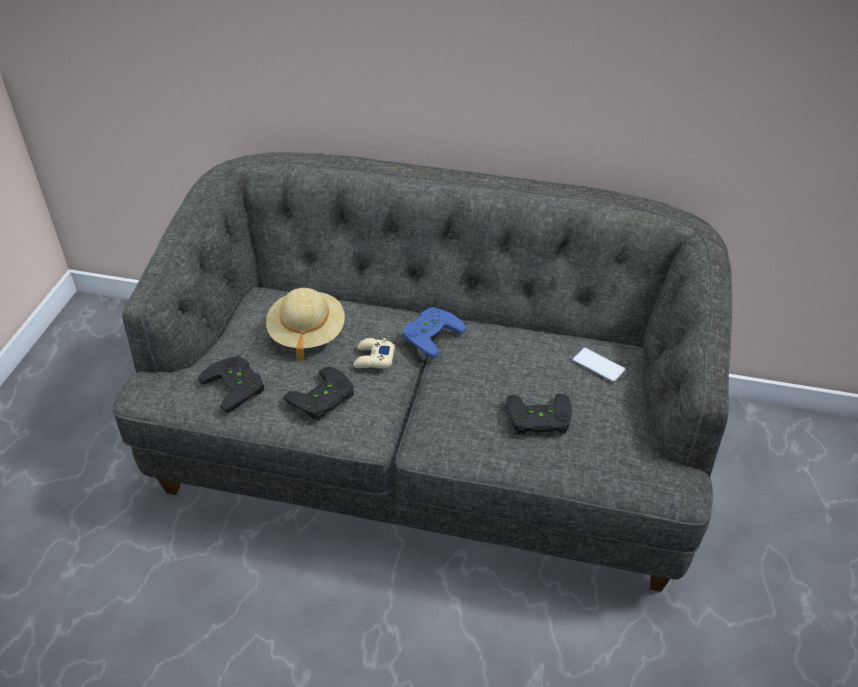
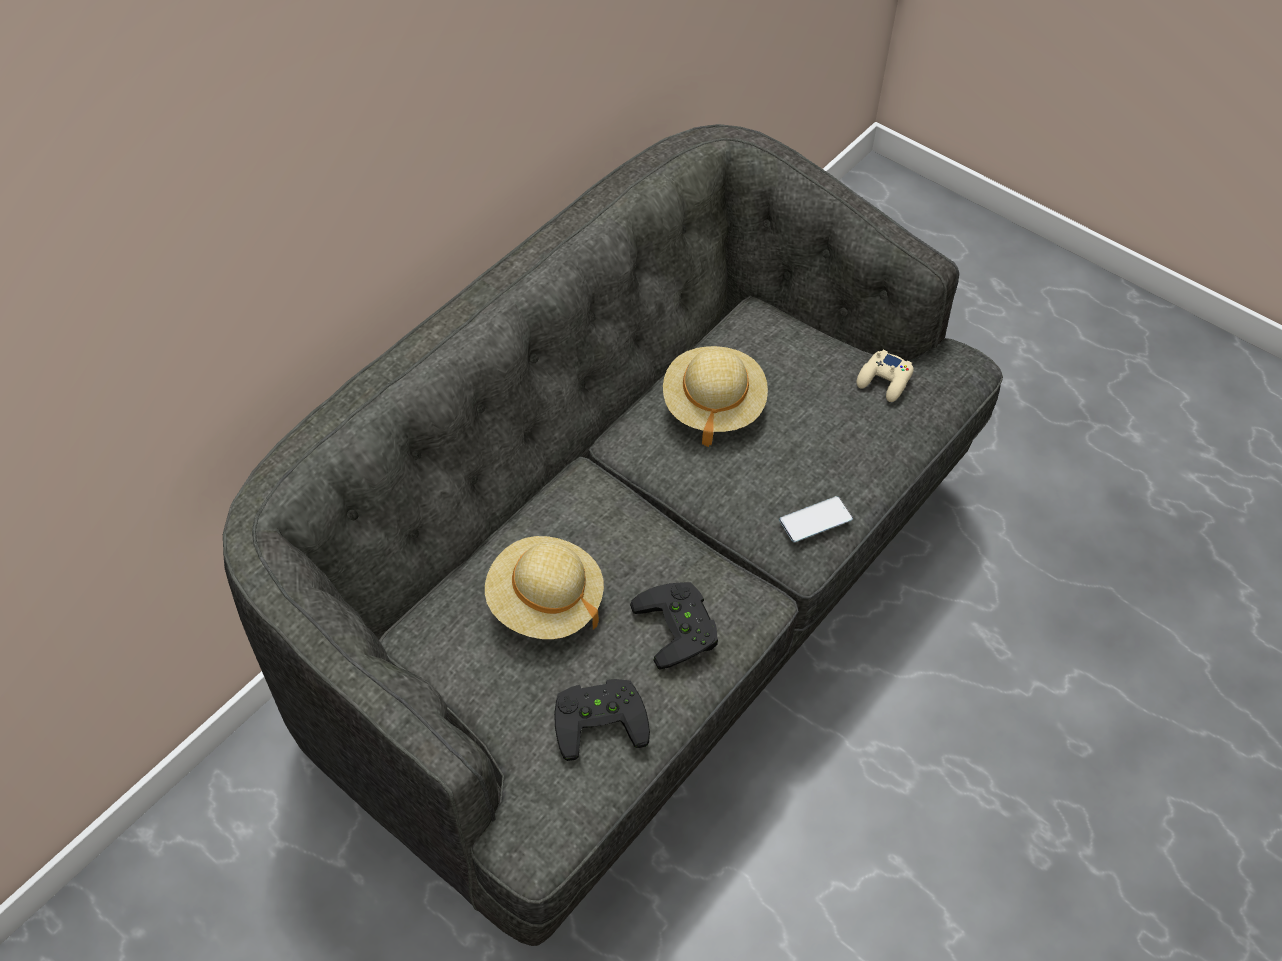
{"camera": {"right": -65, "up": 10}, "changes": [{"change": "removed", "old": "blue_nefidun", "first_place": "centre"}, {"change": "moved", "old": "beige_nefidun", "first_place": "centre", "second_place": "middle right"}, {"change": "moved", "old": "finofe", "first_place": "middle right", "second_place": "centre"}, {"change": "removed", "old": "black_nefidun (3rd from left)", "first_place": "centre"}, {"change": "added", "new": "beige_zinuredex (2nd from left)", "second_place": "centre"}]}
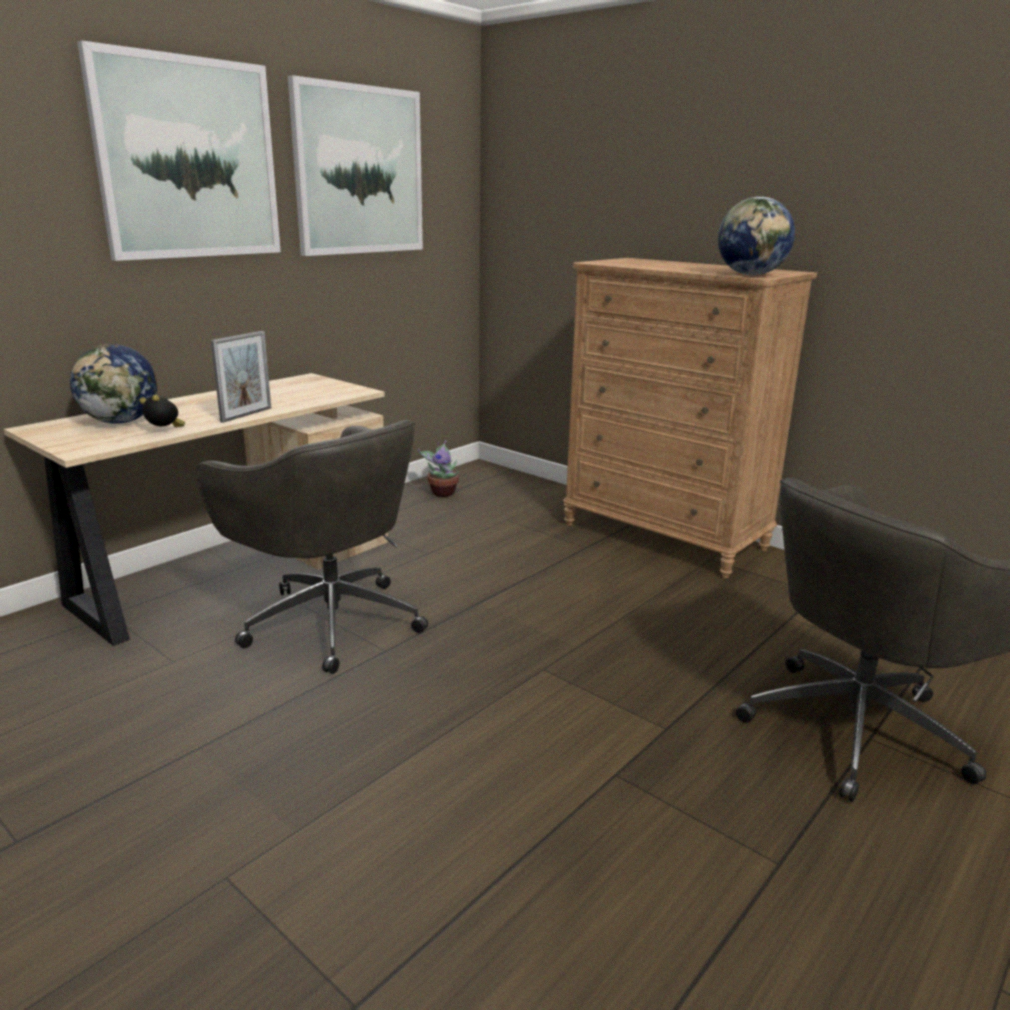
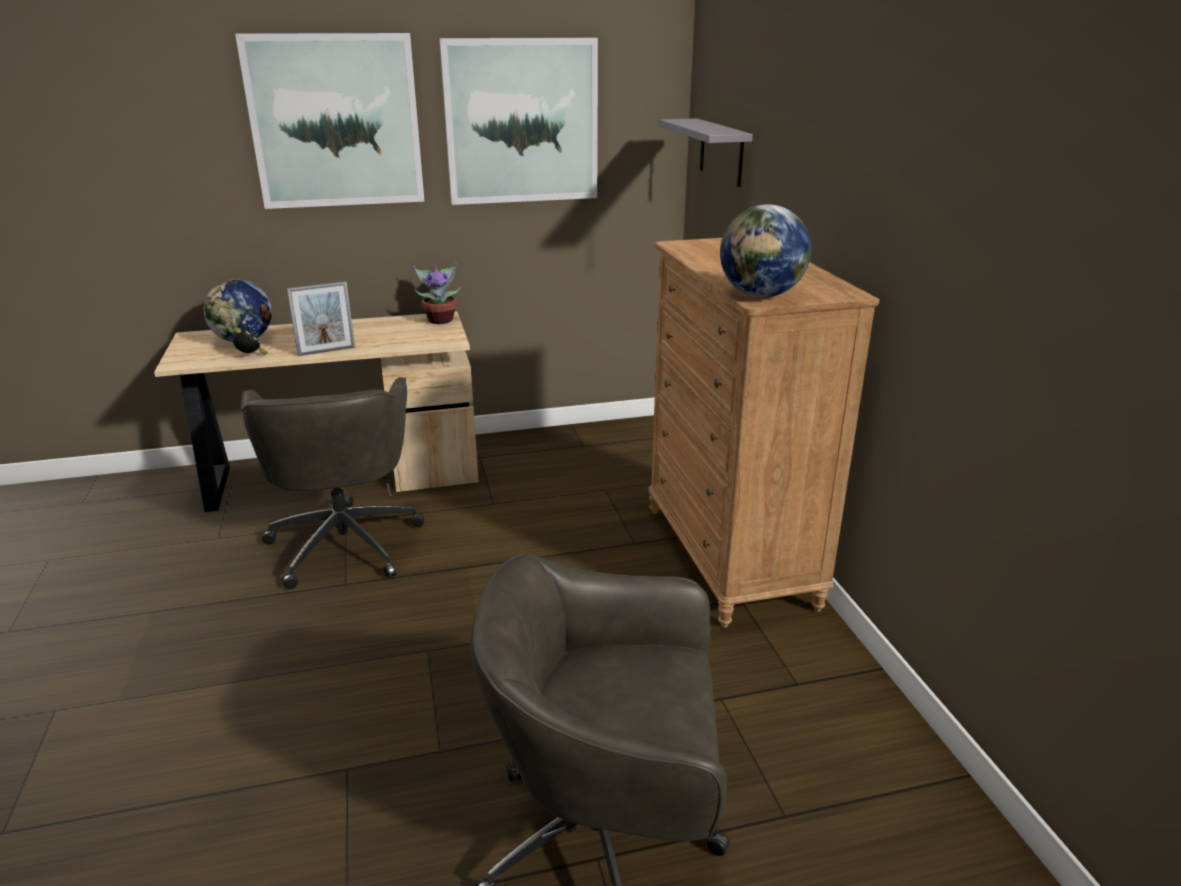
{"camera": {"right": 35, "up": 5}, "changes": [{"change": "moved", "old": "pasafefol", "first_place": "centre", "second_place": "top centre"}, {"change": "added", "new": "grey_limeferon", "second_place": "top centre"}]}
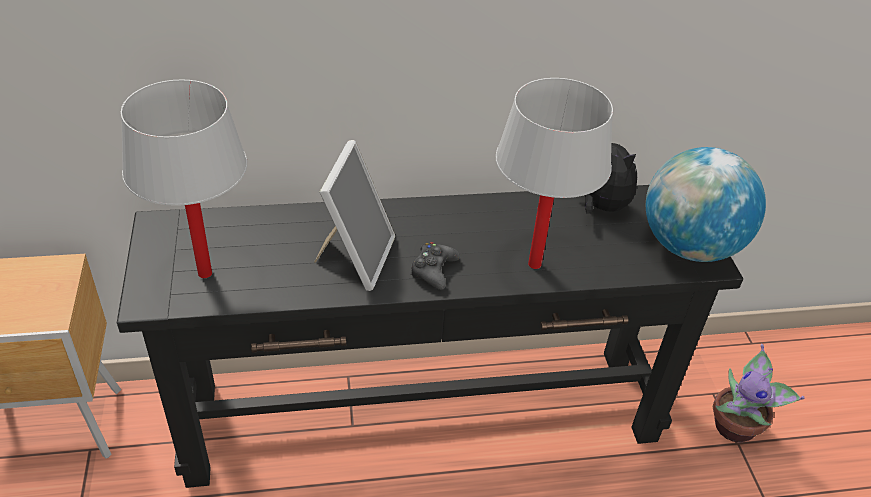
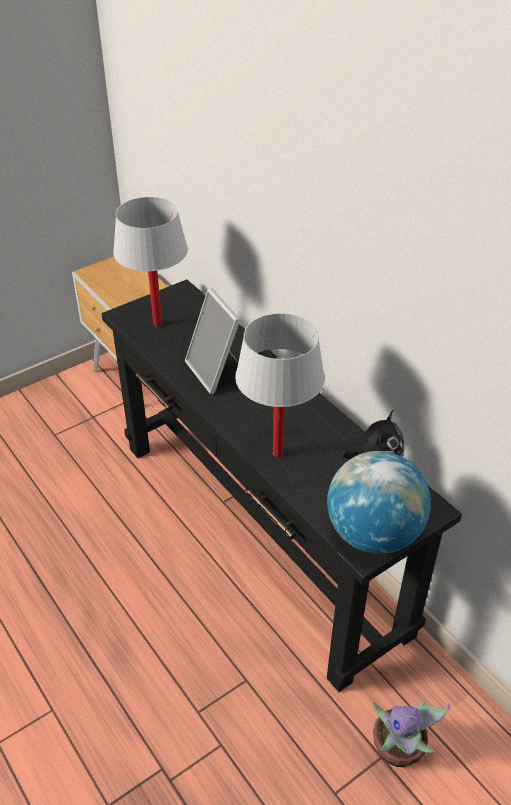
{"camera": {"right": 65, "up": 0}, "changes": [{"change": "turned", "old": "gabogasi", "first_place": "centre", "second_place": "centre", "degrees": 75}, {"change": "removed", "old": "black_nefidun", "first_place": "centre"}]}
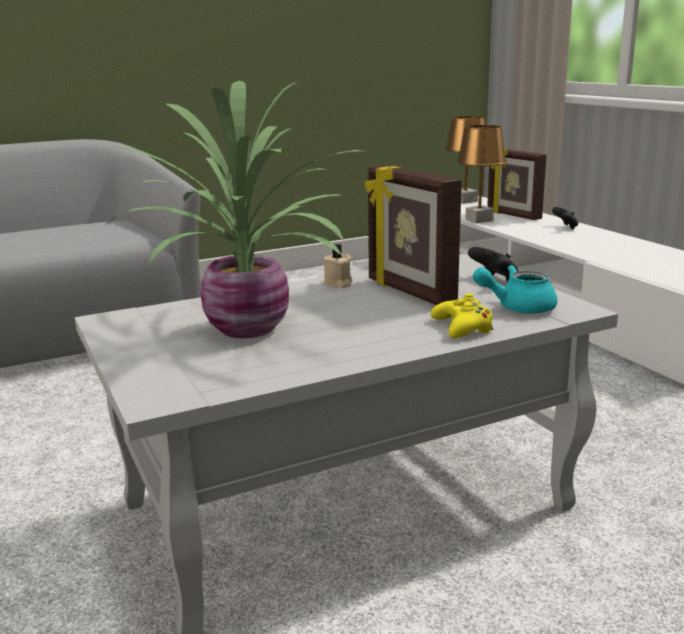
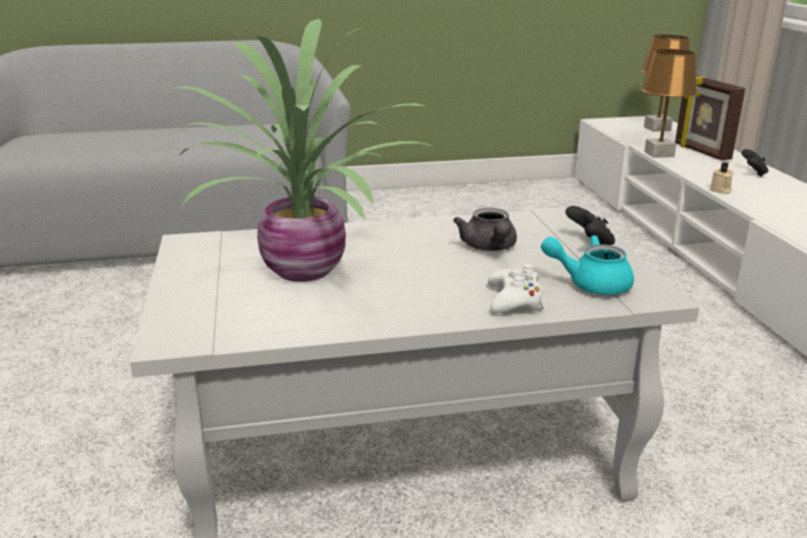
{"camera": {"right": 15, "up": 5}, "changes": [{"change": "replaced", "old": "gabogasi (1st from left)", "new": "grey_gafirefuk", "first_place": "centre", "second_place": "centre"}, {"change": "moved", "old": "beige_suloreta", "first_place": "centre", "second_place": "top right"}, {"change": "recoloured", "old": "yellow_nefidun", "new": "white_nefidun", "first_place": "middle right", "second_place": "centre"}]}
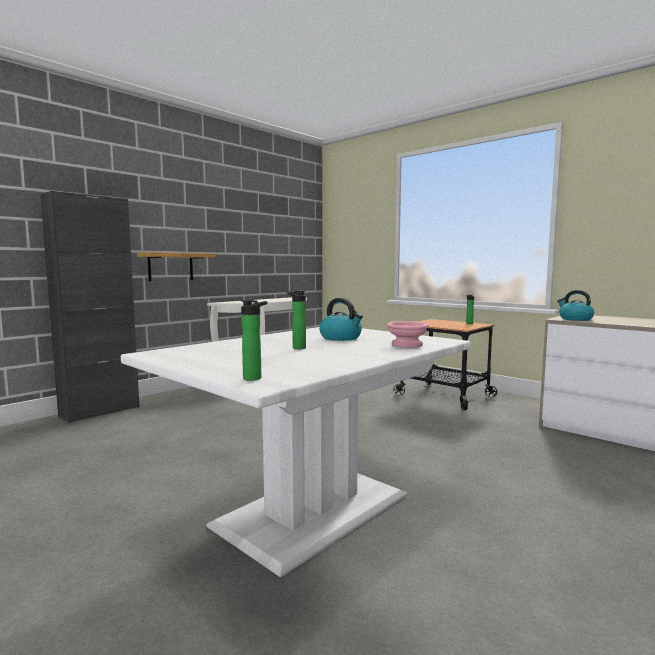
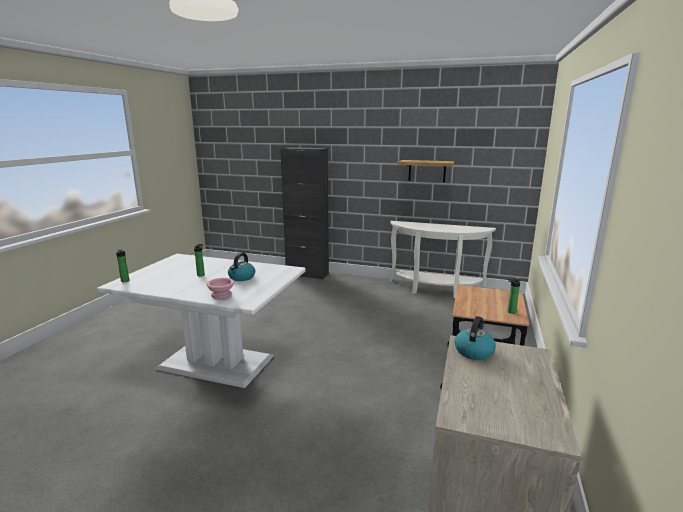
{"camera": {"right": 65, "up": 10}, "changes": [{"change": "moved", "old": "limeferon", "first_place": "middle left", "second_place": "centre"}]}
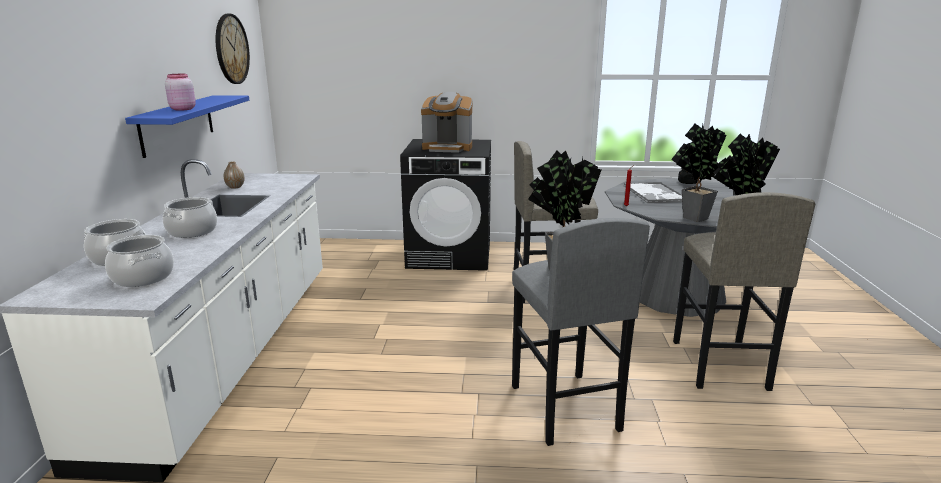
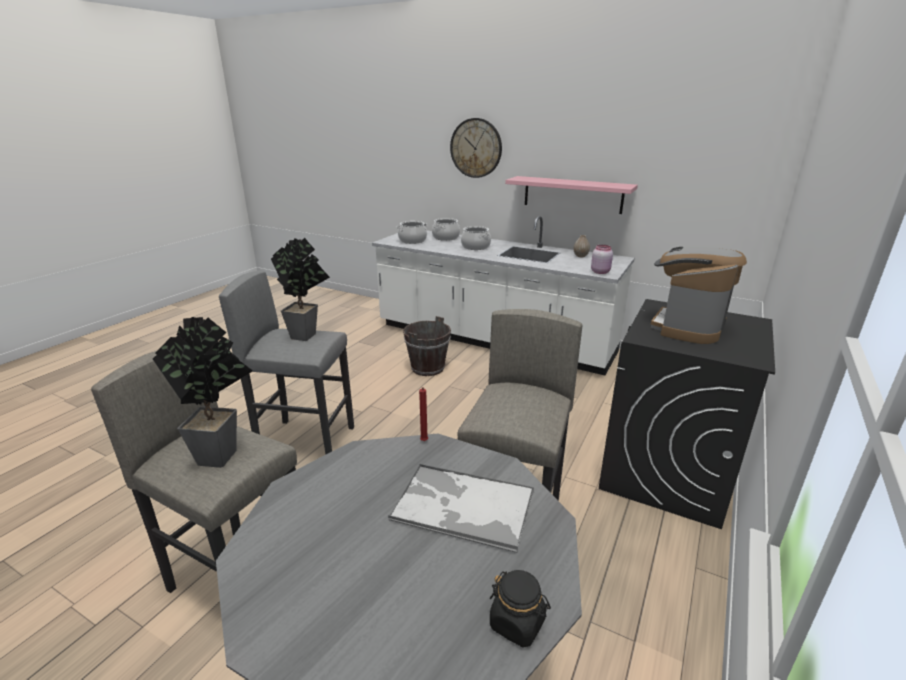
{"camera": {"right": 115, "up": 5}, "changes": [{"change": "moved", "old": "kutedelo", "first_place": "top left", "second_place": "top centre"}, {"change": "moved", "old": "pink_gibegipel", "first_place": "top left", "second_place": "centre"}, {"change": "recoloured", "old": "blue_limeferon", "new": "pink_limeferon", "first_place": "top left", "second_place": "top centre"}, {"change": "removed", "old": "pasafefol (2nd from left)", "first_place": "middle right"}, {"change": "added", "new": "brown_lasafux", "second_place": "centre"}]}
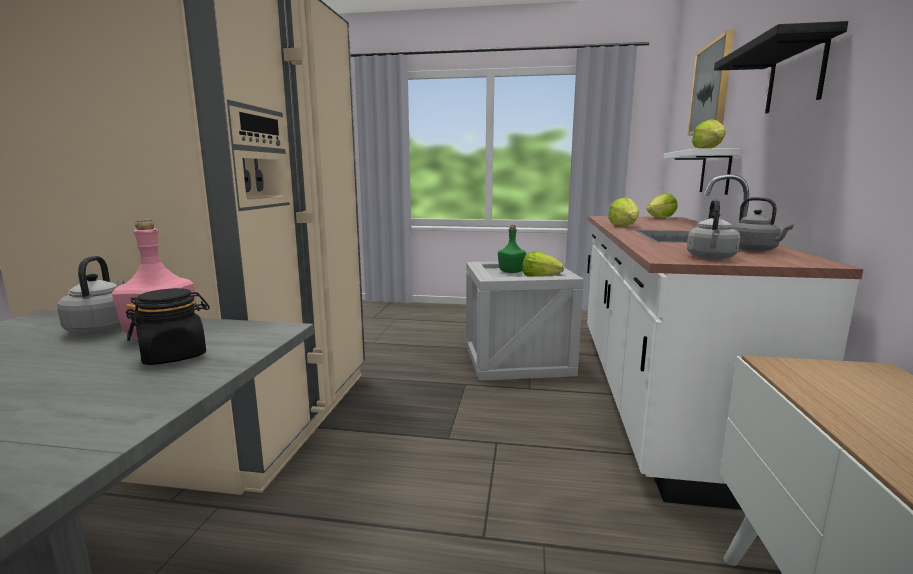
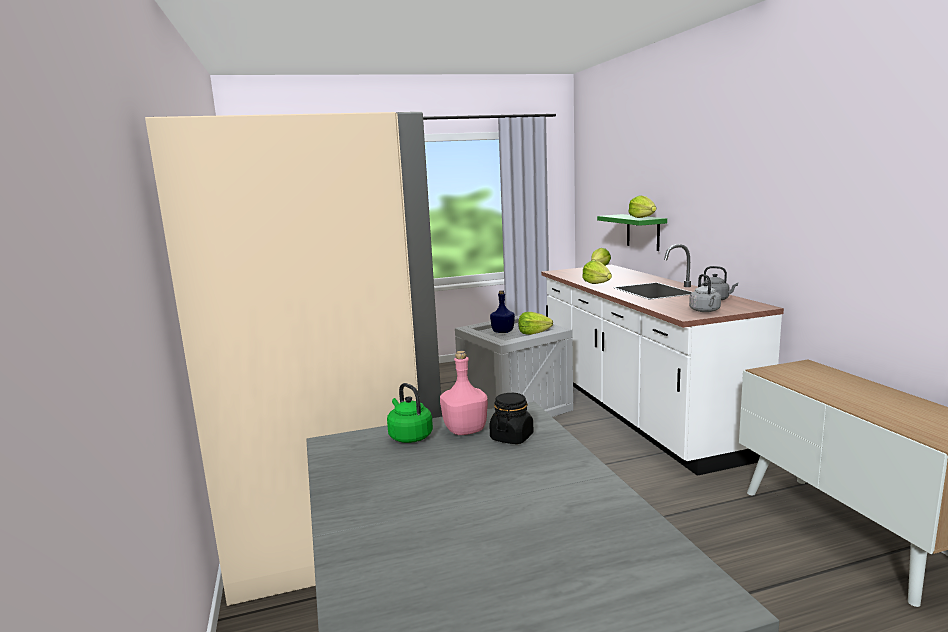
{"camera": {"right": -25, "up": 0}, "changes": [{"change": "removed", "old": "black_limeferon", "first_place": "top right"}, {"change": "removed", "old": "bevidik", "first_place": "top right"}, {"change": "recoloured", "old": "white_limeferon", "new": "green_limeferon", "first_place": "top right", "second_place": "middle right"}, {"change": "recoloured", "old": "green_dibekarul", "new": "blue_dibekarul", "first_place": "centre", "second_place": "centre"}, {"change": "recoloured", "old": "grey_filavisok (1st from left)", "new": "green_filavisok", "first_place": "middle left", "second_place": "centre"}]}
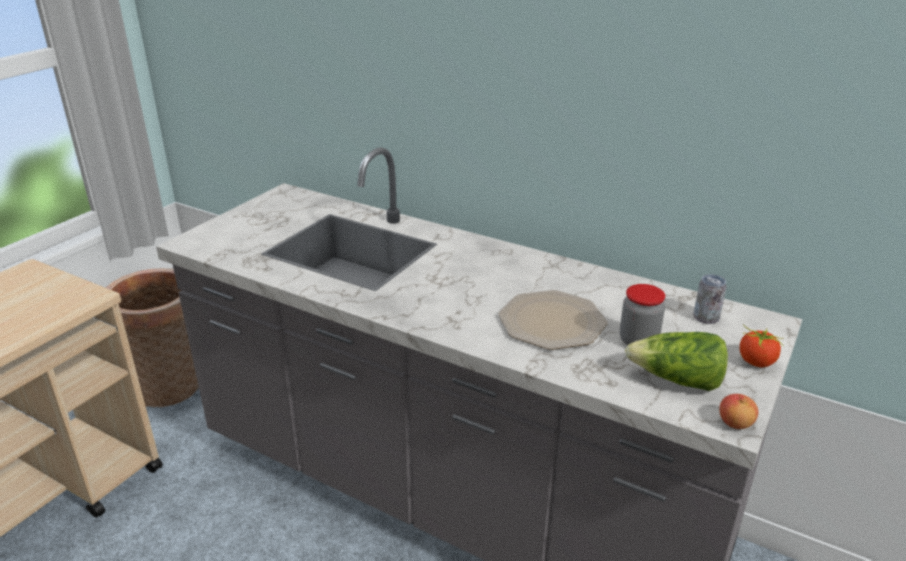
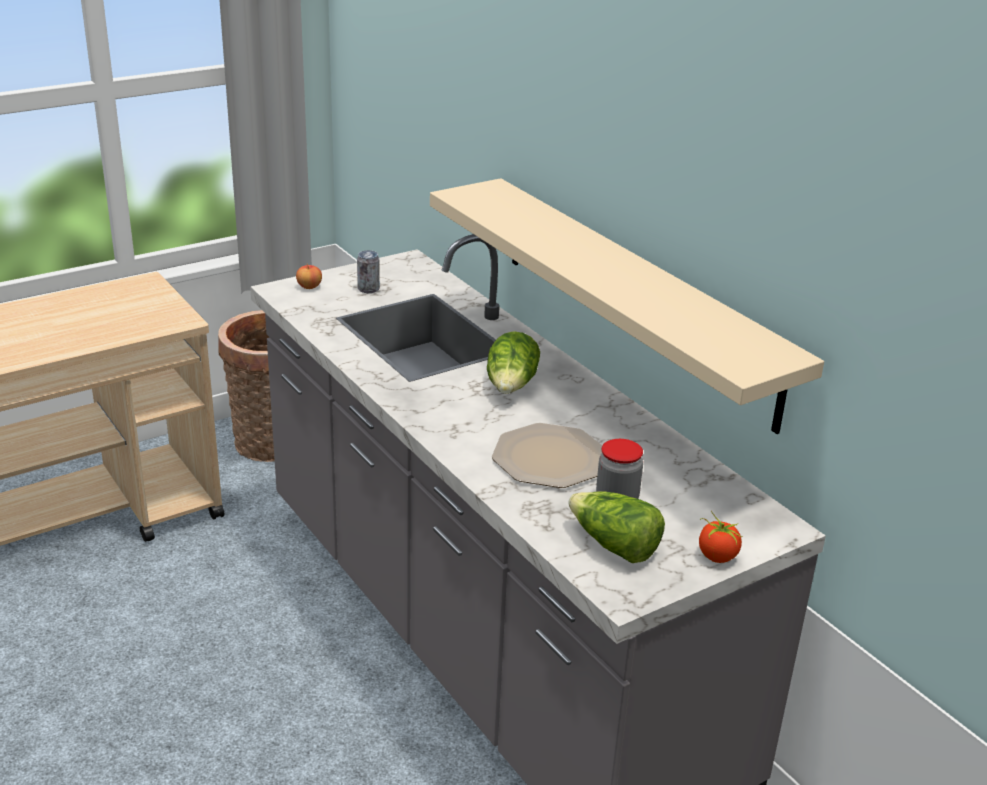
{"camera": {"right": 25, "up": 0}, "changes": [{"change": "moved", "old": "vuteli", "first_place": "middle right", "second_place": "centre"}, {"change": "moved", "old": "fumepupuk", "first_place": "bottom right", "second_place": "middle left"}, {"change": "added", "new": "beige_limeferon", "second_place": "centre"}, {"change": "added", "new": "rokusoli (1st from left)", "second_place": "centre"}]}
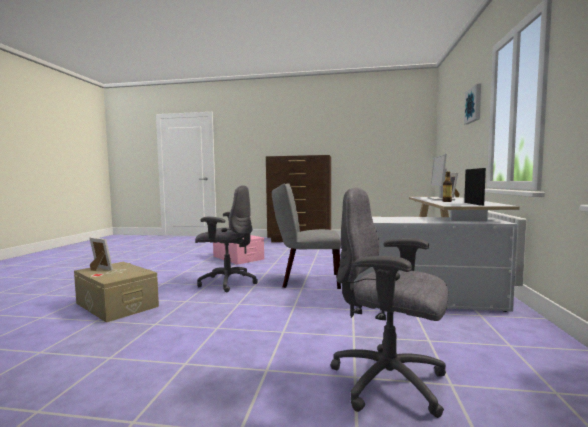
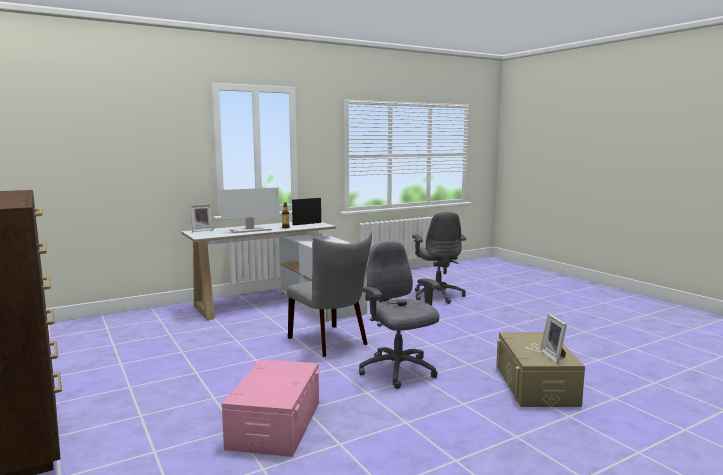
{"camera": {"right": -130, "up": 5}, "changes": [{"change": "removed", "old": "bevidik", "first_place": "top right"}]}
